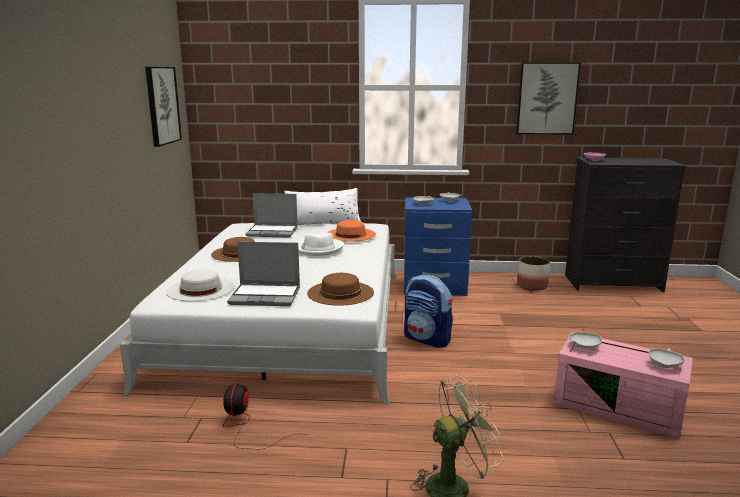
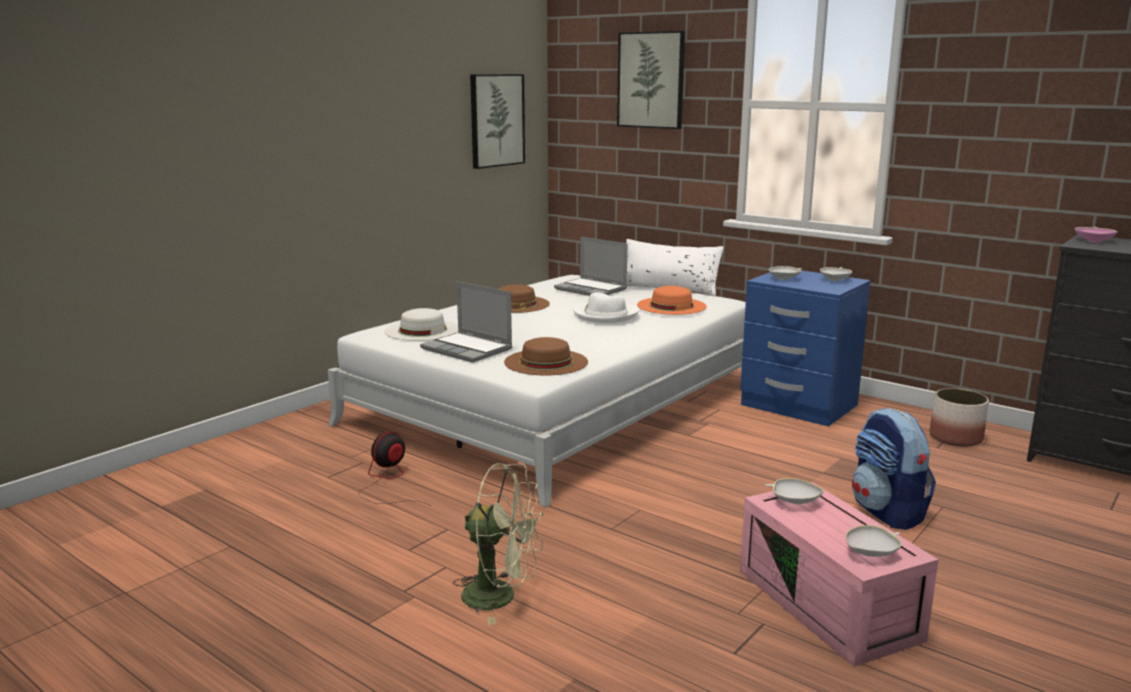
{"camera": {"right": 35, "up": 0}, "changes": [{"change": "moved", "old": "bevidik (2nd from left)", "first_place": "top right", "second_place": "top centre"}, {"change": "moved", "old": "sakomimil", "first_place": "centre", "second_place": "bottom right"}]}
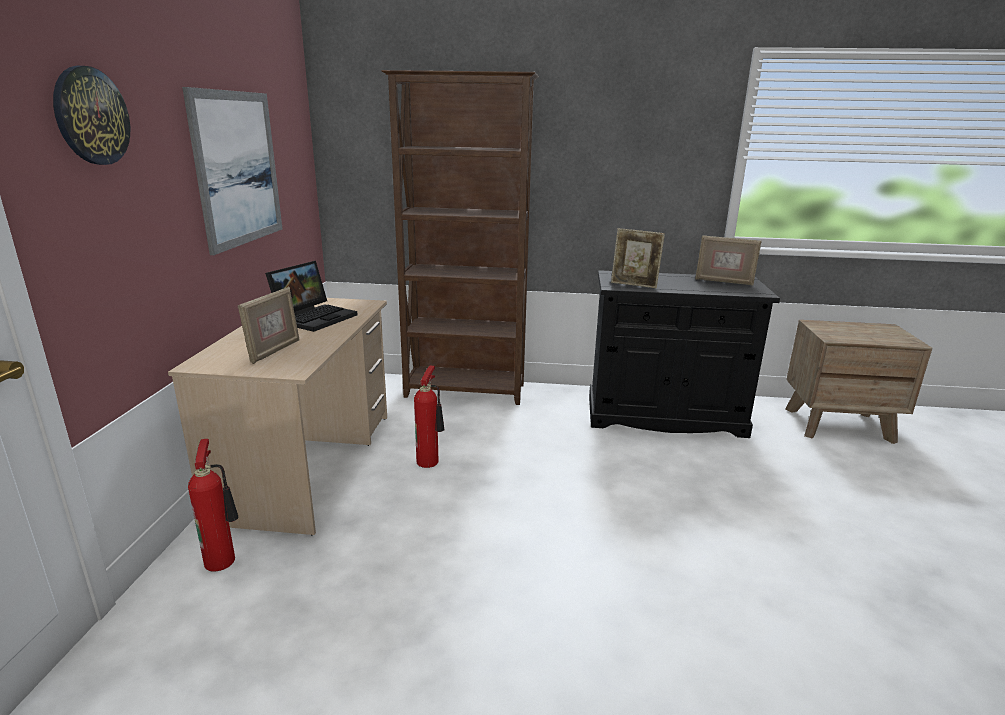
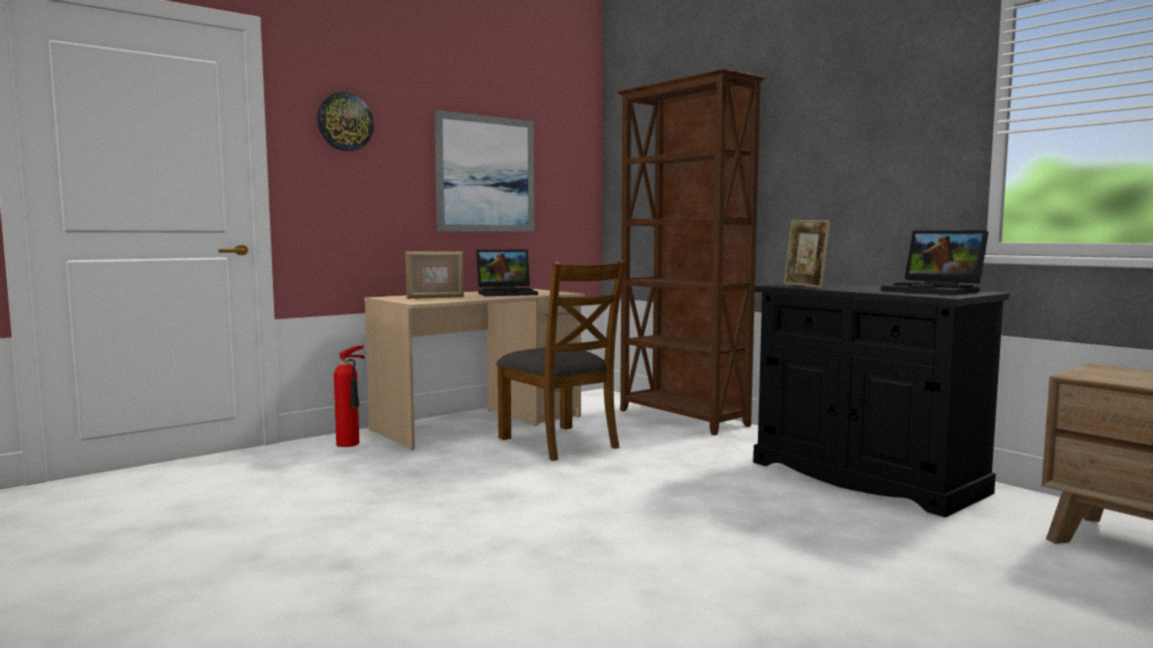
{"camera": {"right": 45, "up": -15}, "changes": [{"change": "replaced", "old": "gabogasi (3rd from left)", "new": "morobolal (2nd from left)", "first_place": "middle right", "second_place": "middle right"}, {"change": "replaced", "old": "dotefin (2nd from left)", "new": "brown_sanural", "first_place": "centre", "second_place": "centre"}]}
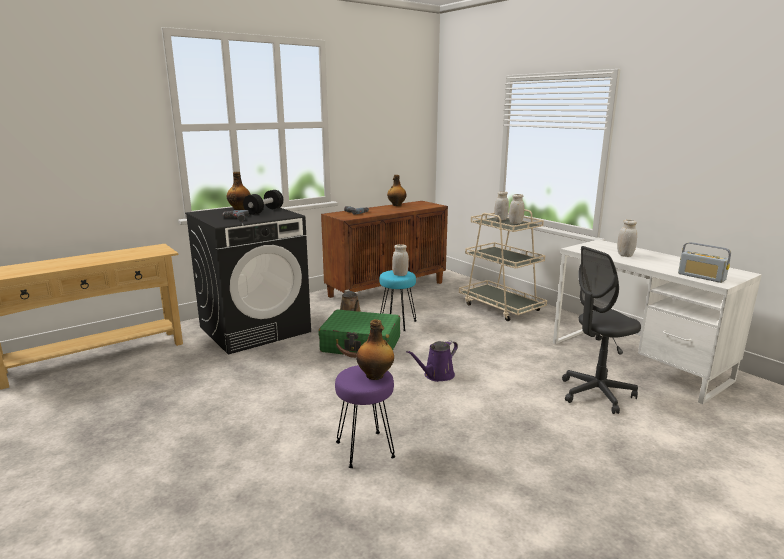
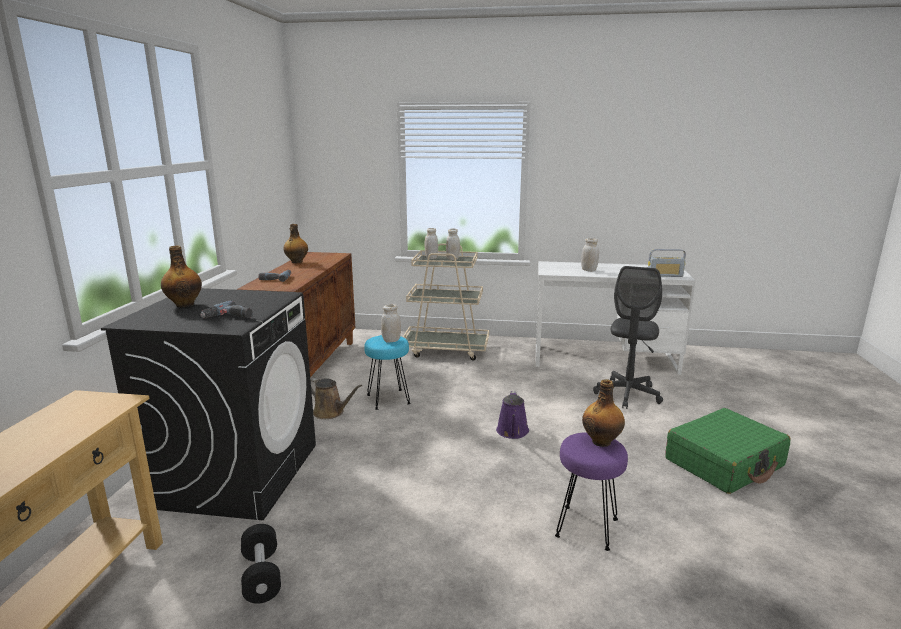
{"camera": {"right": -45, "up": 0}, "changes": [{"change": "moved", "old": "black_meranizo", "first_place": "centre", "second_place": "bottom left"}, {"change": "moved", "old": "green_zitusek", "first_place": "centre", "second_place": "bottom right"}]}
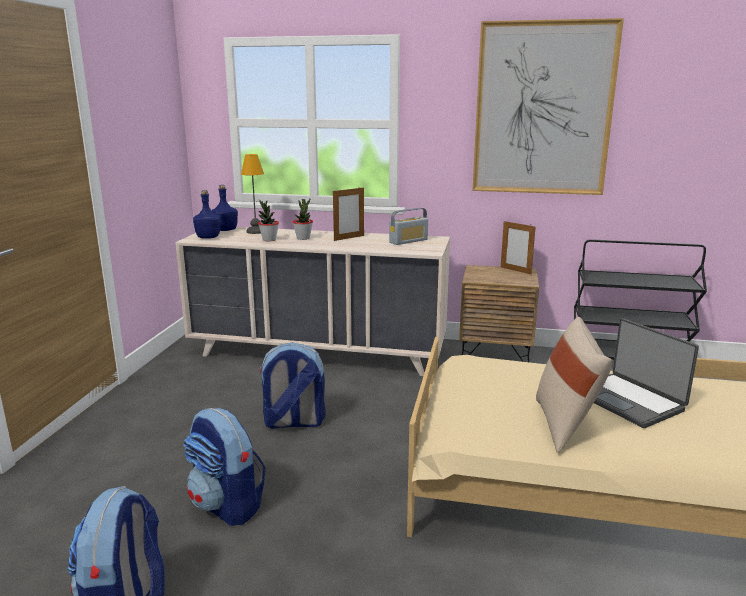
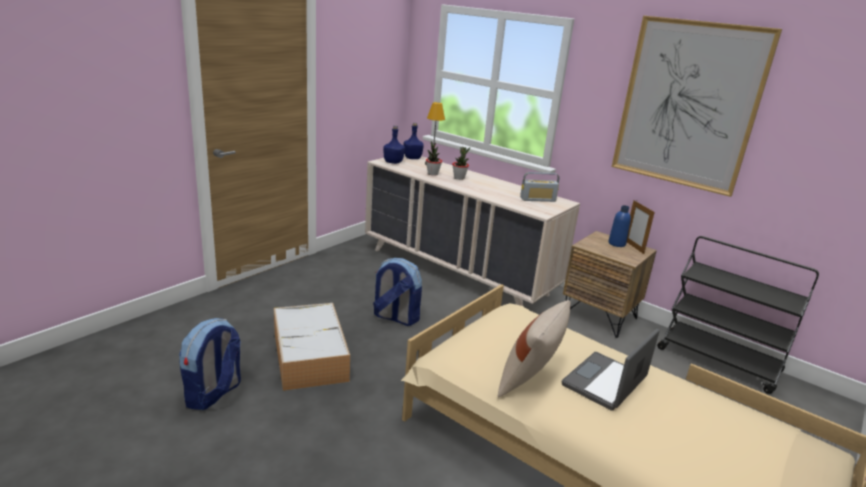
{"camera": {"right": 25, "up": 5}, "changes": [{"change": "removed", "old": "gabogasi (1st from left)", "first_place": "centre"}, {"change": "turned", "old": "morobolal", "first_place": "middle right", "second_place": "bottom right", "degrees": 45}, {"change": "replaced", "old": "sakomimil (2nd from left)", "new": "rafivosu", "first_place": "bottom left", "second_place": "bottom centre"}, {"change": "added", "new": "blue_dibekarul (3rd from left)", "second_place": "middle right"}]}
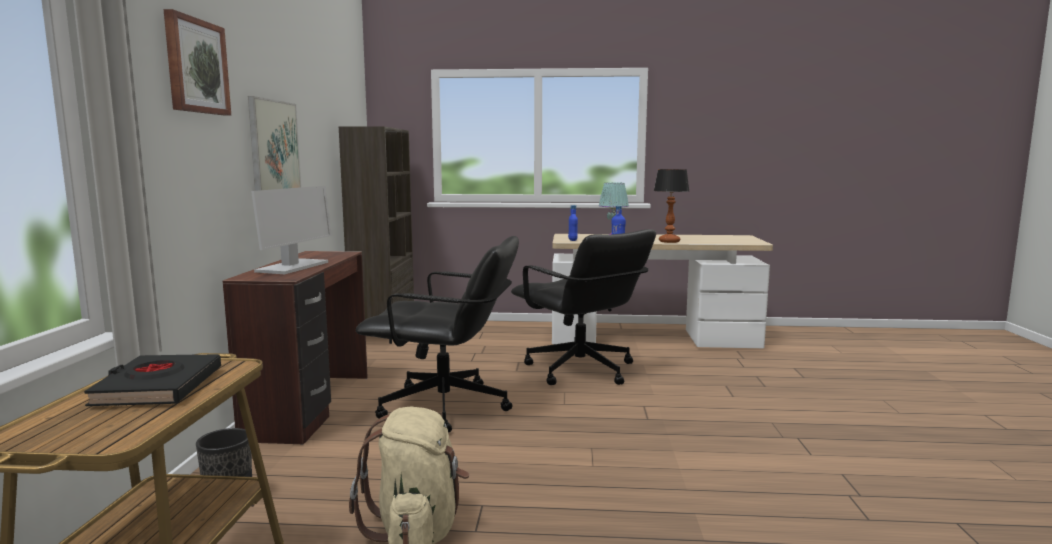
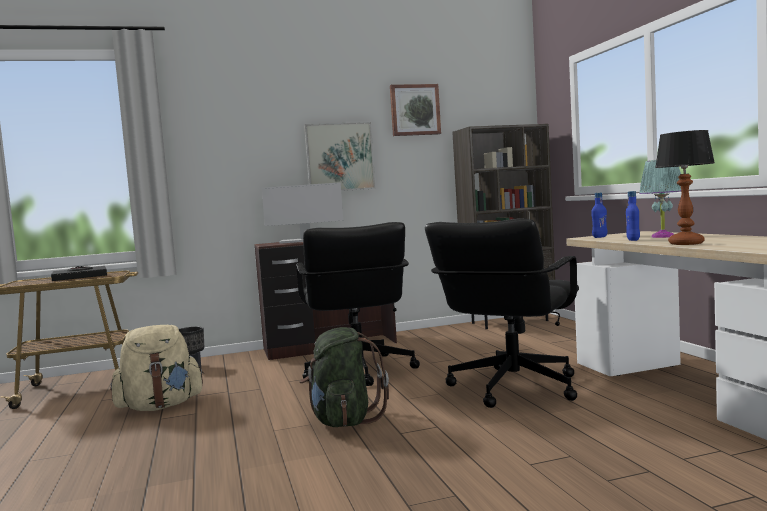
{"camera": {"right": 70, "up": -5}, "changes": [{"change": "moved", "old": "bevidik (1st from left in the first image)", "new": "bevidik (2nd from left)", "first_place": "top left", "second_place": "top centre"}, {"change": "added", "new": "green_sakomimil", "second_place": "bottom centre"}]}
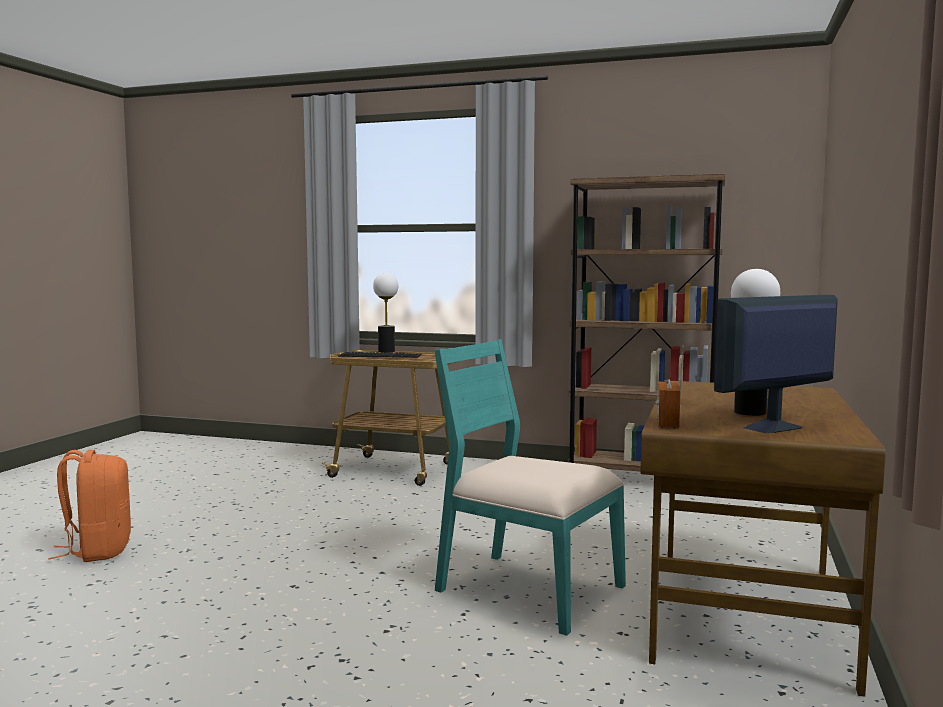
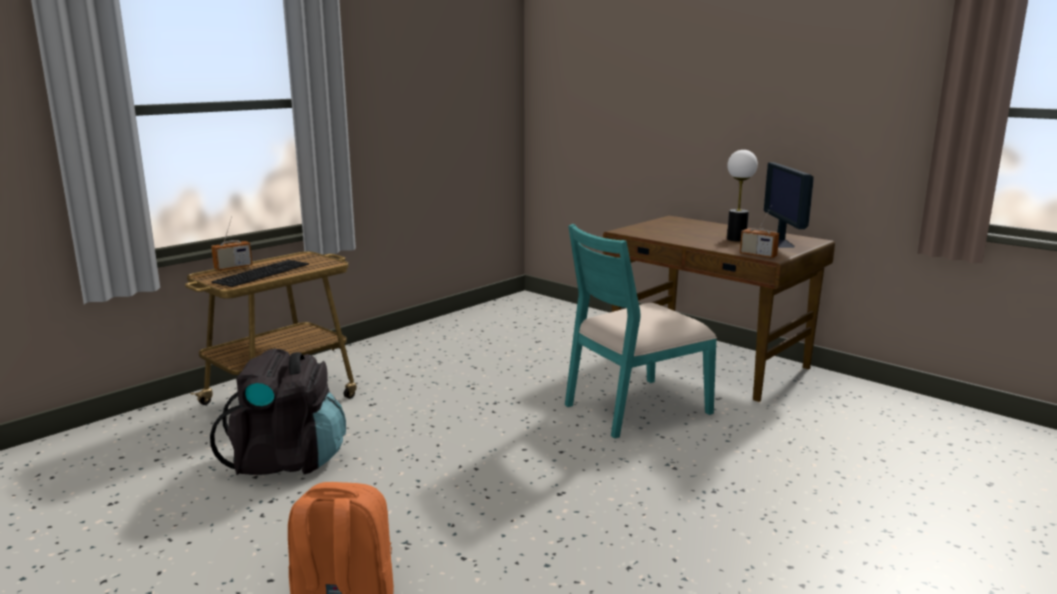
{"camera": {"right": -65, "up": 10}, "changes": [{"change": "removed", "old": "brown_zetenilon", "first_place": "middle right"}, {"change": "replaced", "old": "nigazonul (1st from left)", "new": "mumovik (1st from left)", "first_place": "centre", "second_place": "middle left"}, {"change": "added", "new": "black_sakomimil", "second_place": "bottom left"}]}
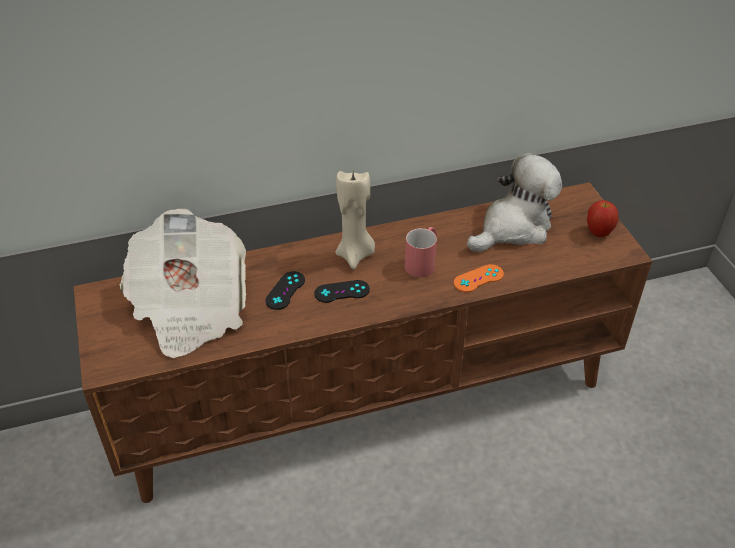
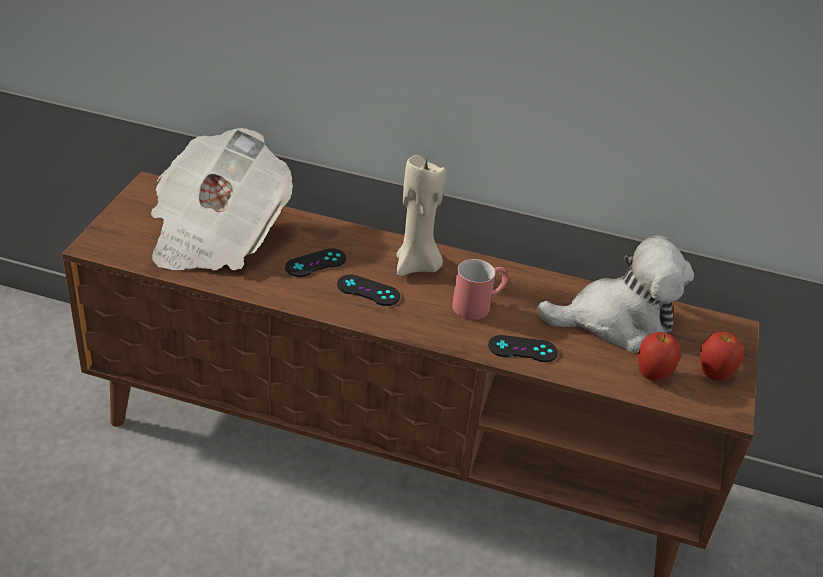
{"camera": {"right": 30, "up": -5}, "changes": [{"change": "recoloured", "old": "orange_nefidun", "new": "black_nefidun (3rd from left)", "first_place": "centre", "second_place": "centre"}, {"change": "added", "new": "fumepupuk (1st from left)", "second_place": "middle right"}]}
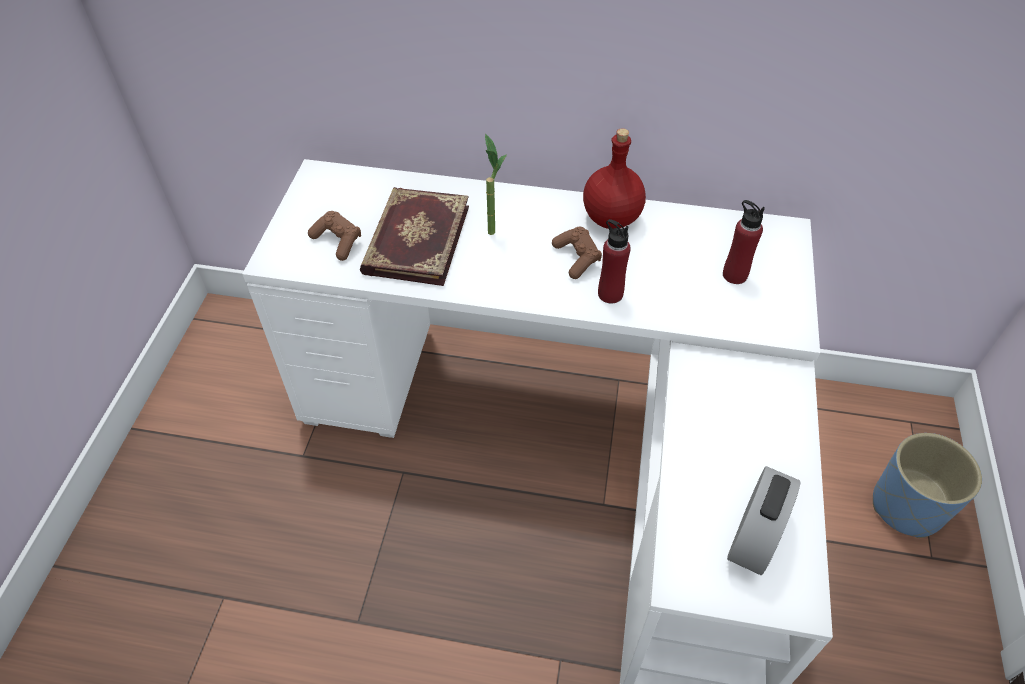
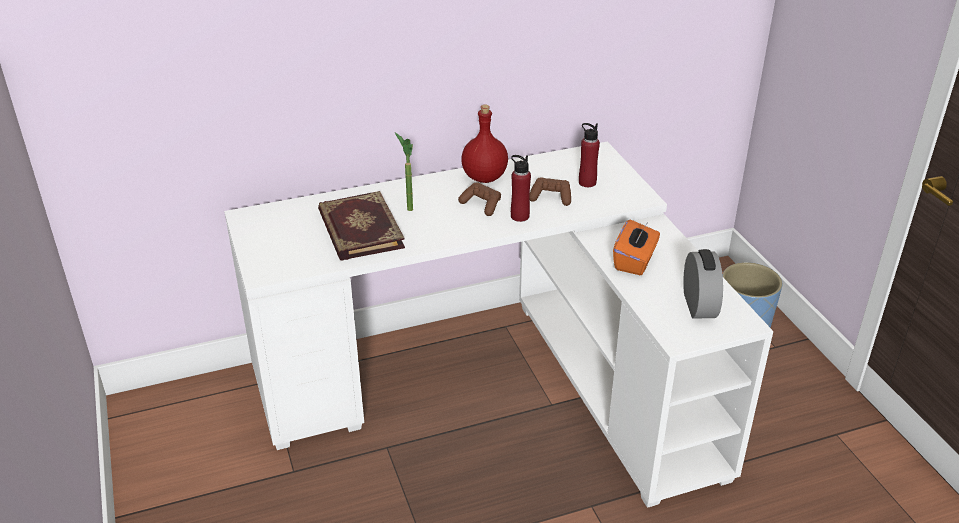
{"camera": {"right": -30, "up": -15}, "changes": [{"change": "moved", "old": "brown_nefidun (1st from left in the first image)", "new": "brown_nefidun (2nd from left)", "first_place": "middle left", "second_place": "centre"}, {"change": "added", "new": "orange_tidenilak", "second_place": "centre"}]}
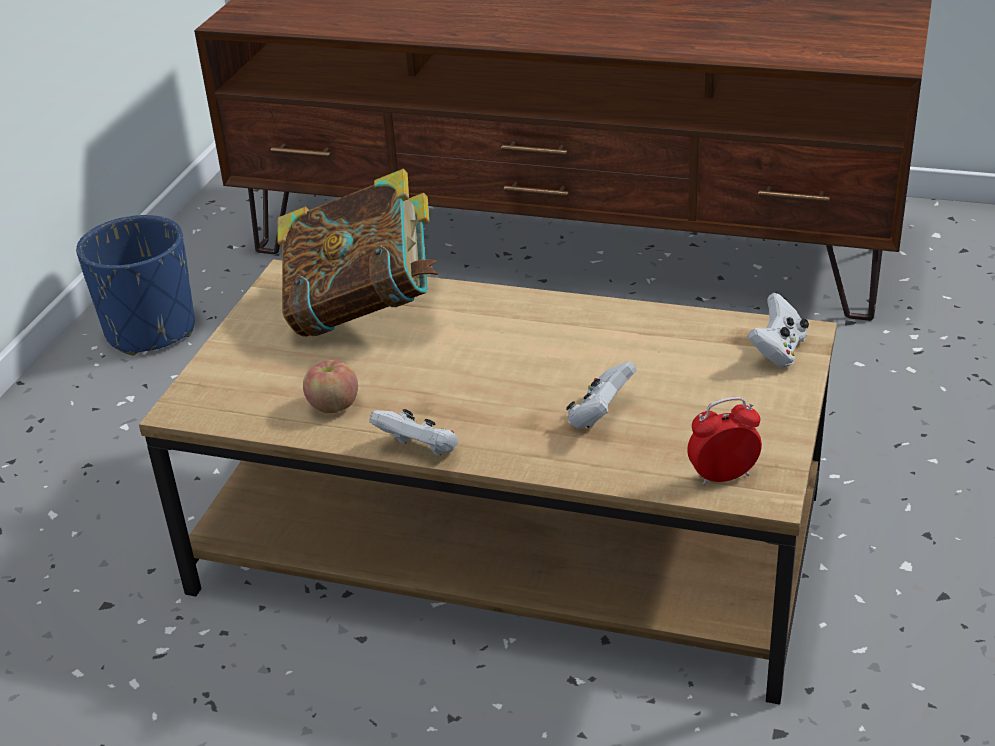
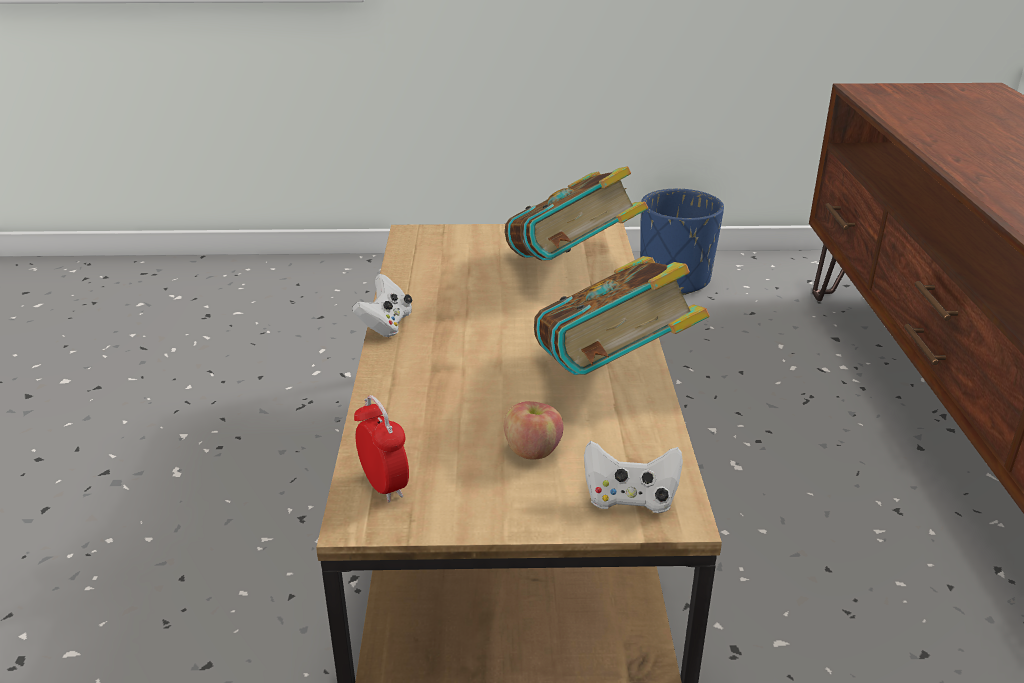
{"camera": {"right": 70, "up": -5}, "changes": [{"change": "moved", "old": "fumepupuk", "first_place": "middle left", "second_place": "centre"}, {"change": "removed", "old": "white_nefidun (2nd from left)", "first_place": "centre"}, {"change": "added", "new": "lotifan (2nd from left)", "second_place": "centre"}]}
